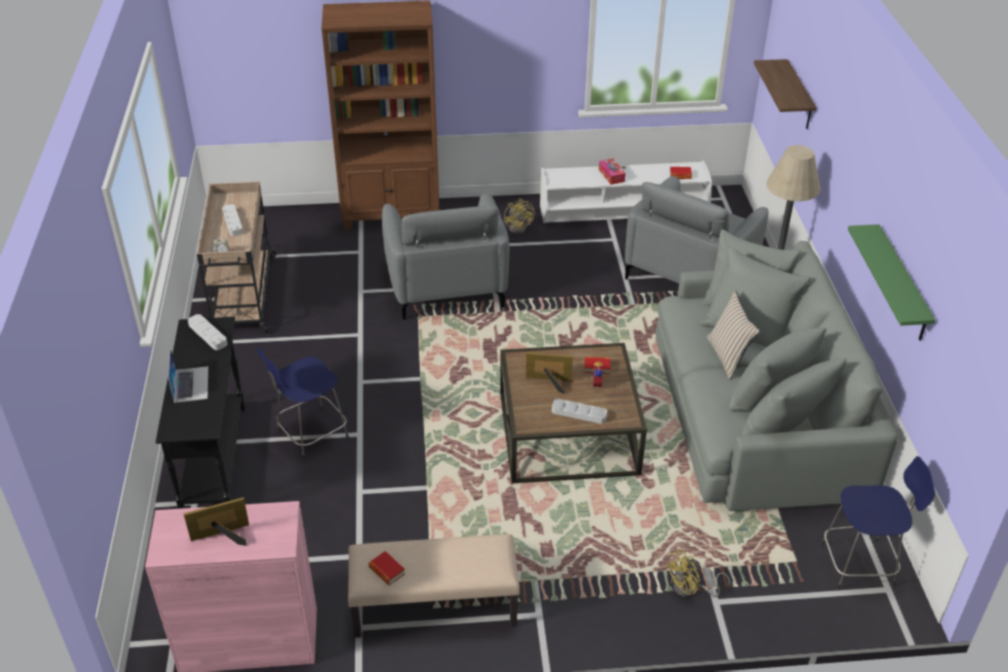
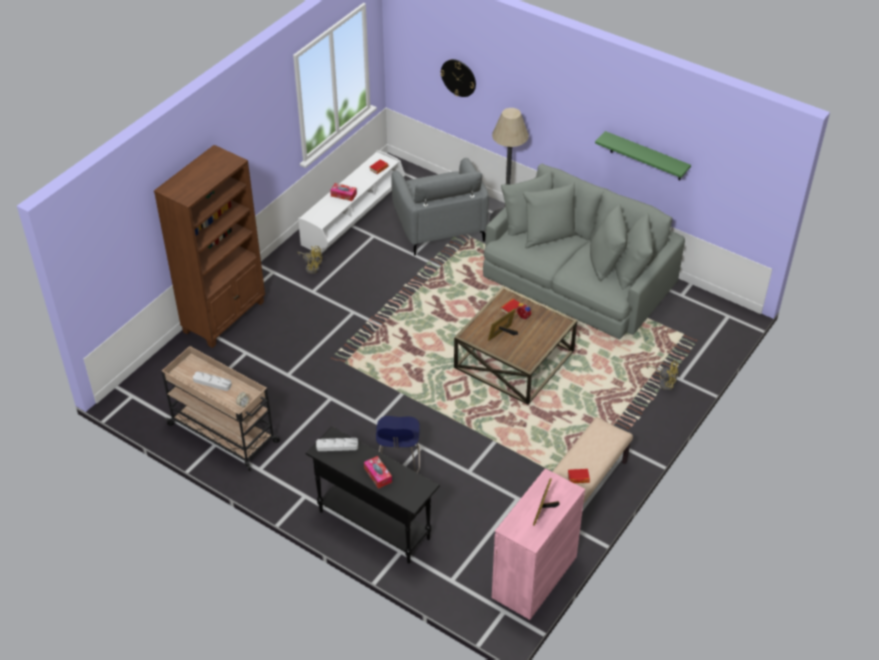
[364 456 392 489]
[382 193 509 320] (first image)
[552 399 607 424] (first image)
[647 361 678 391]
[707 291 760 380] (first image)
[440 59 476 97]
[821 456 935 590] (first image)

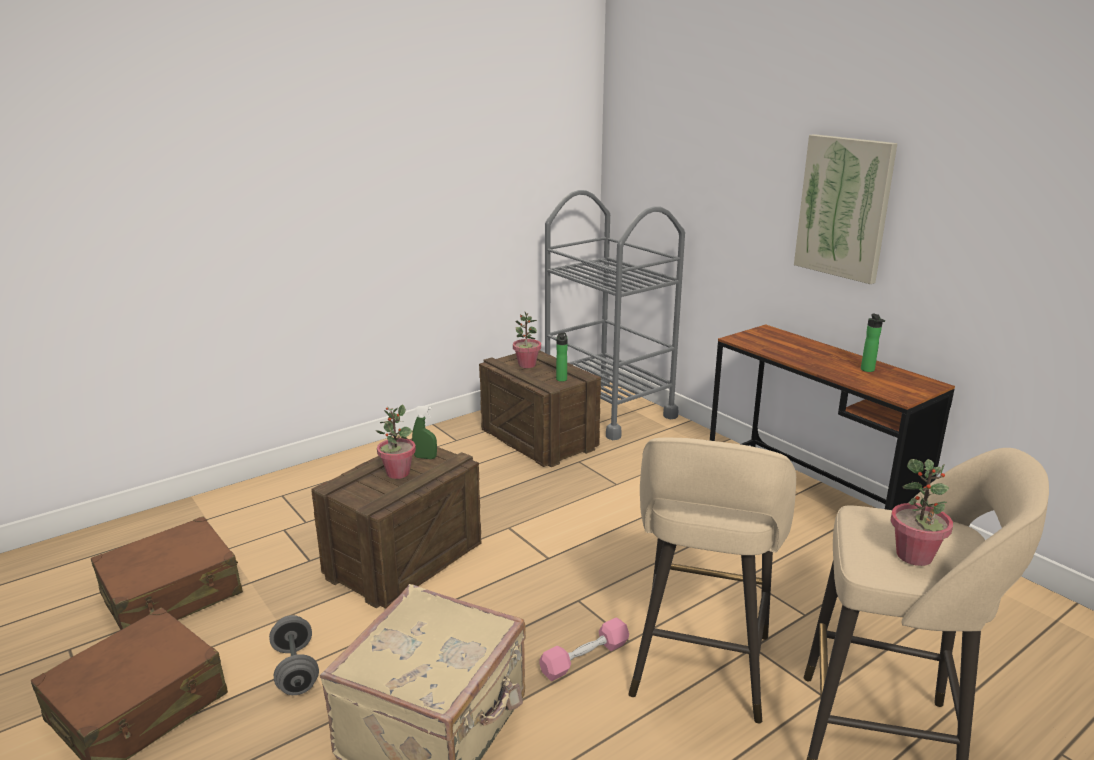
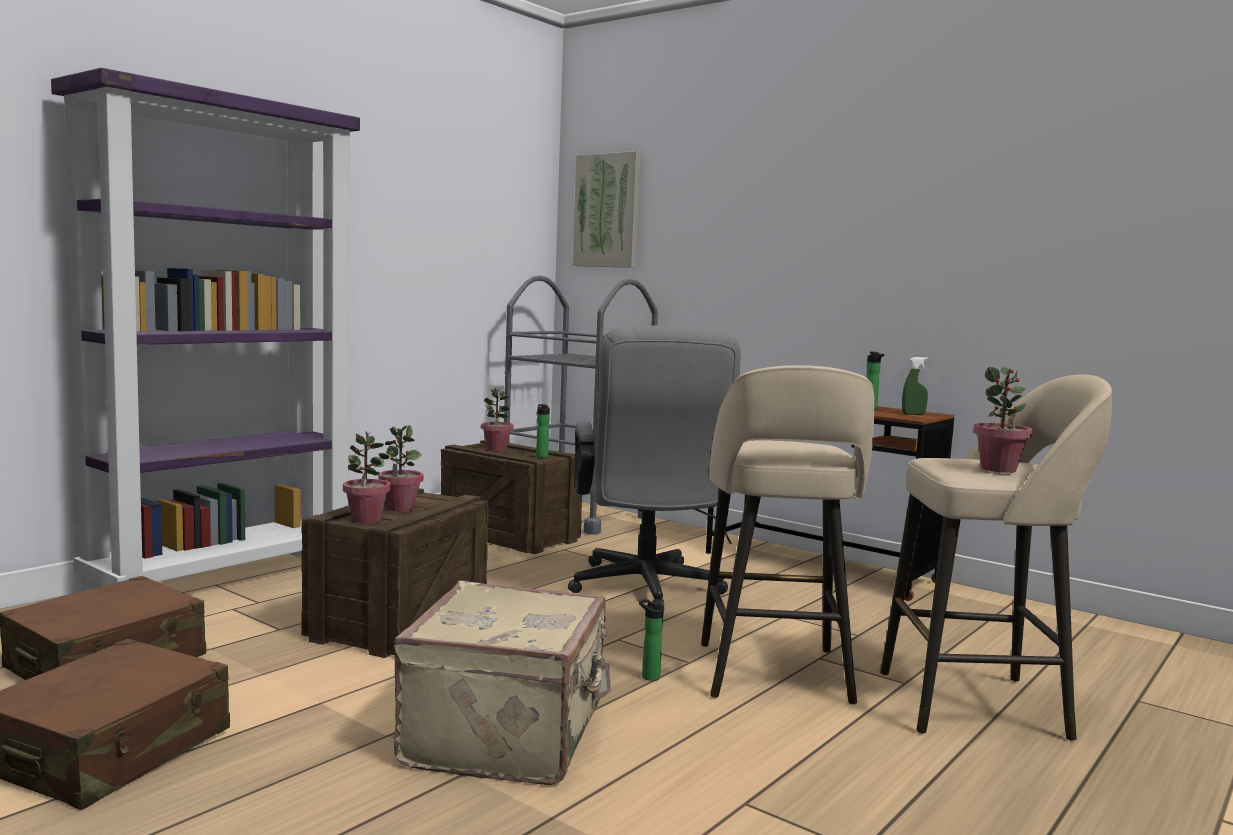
[269 615 319 695] (first image)
[902 357 928 415]
[639 599 664 681]
[573 151 641 268]
[51 68 360 591]
[343 431 391 523]
[568 326 740 608]

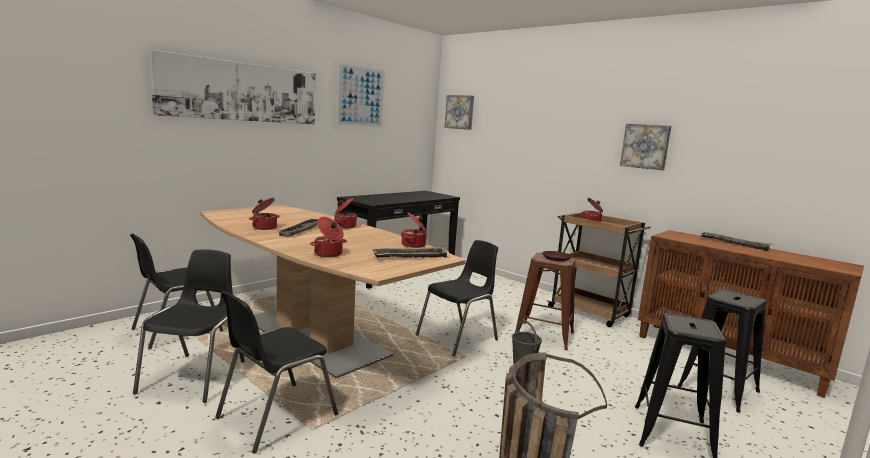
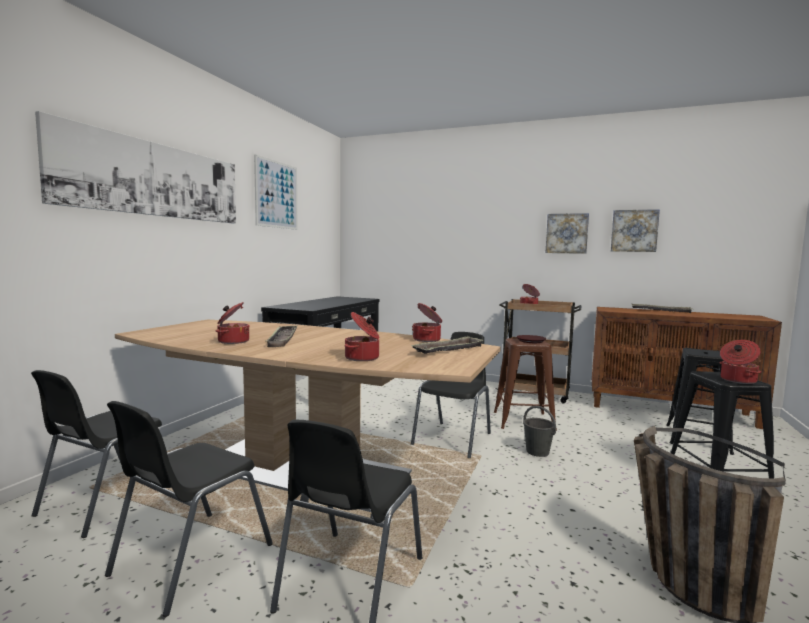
[105 401 273 617]
[720 340 761 384]
[611 209 660 252]

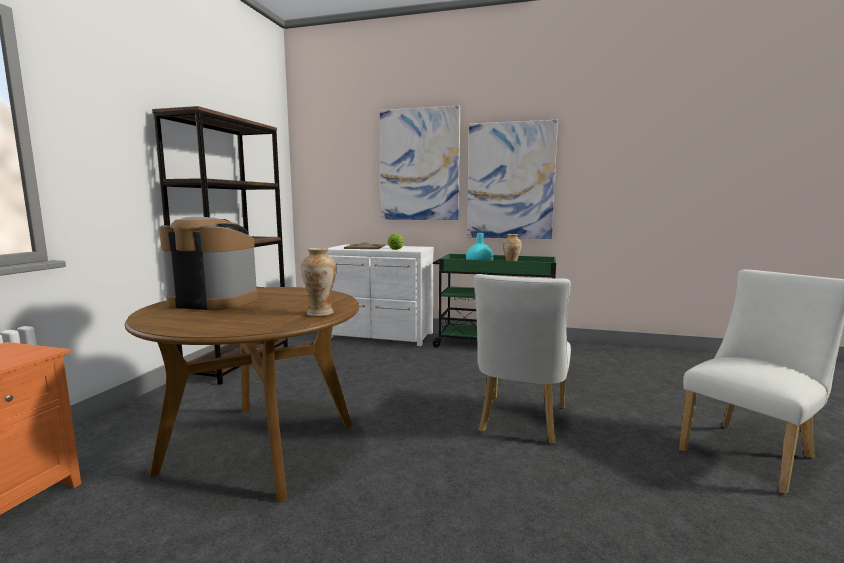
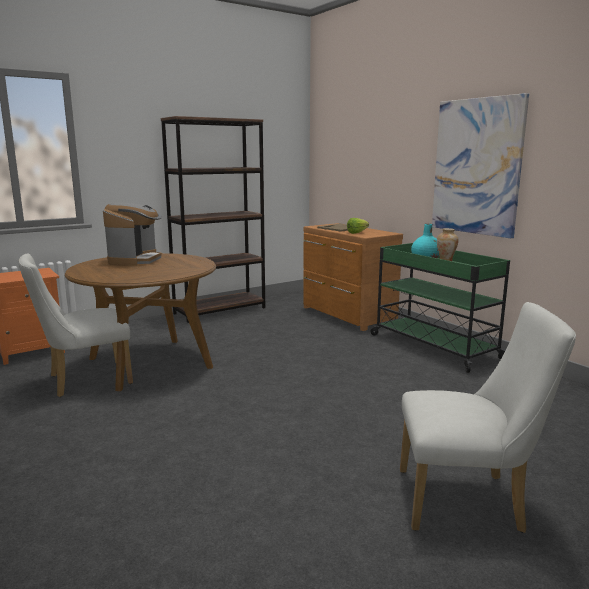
[103 203 162 266]
[301 248 337 316] (first image)
[303 223 403 331]
[380 106 460 220] (first image)
[19 253 133 397]

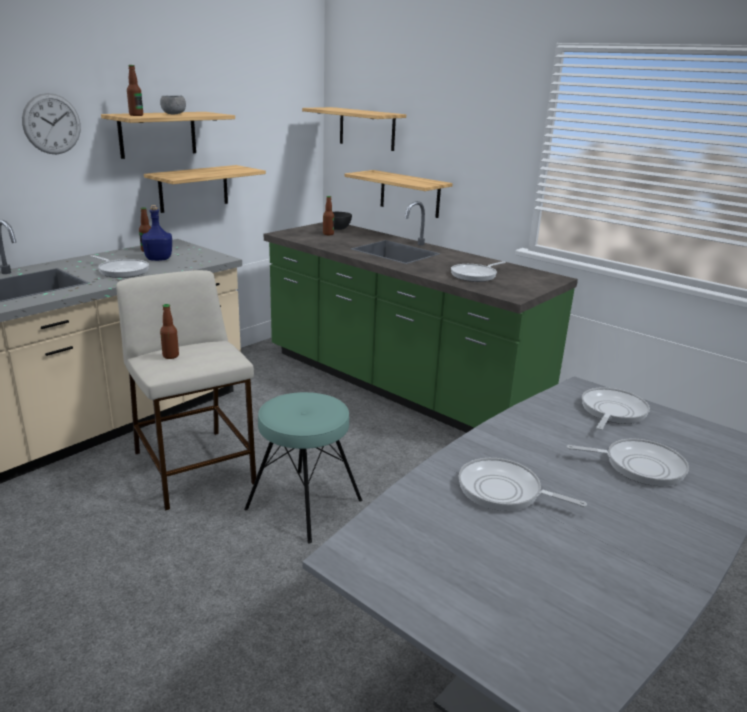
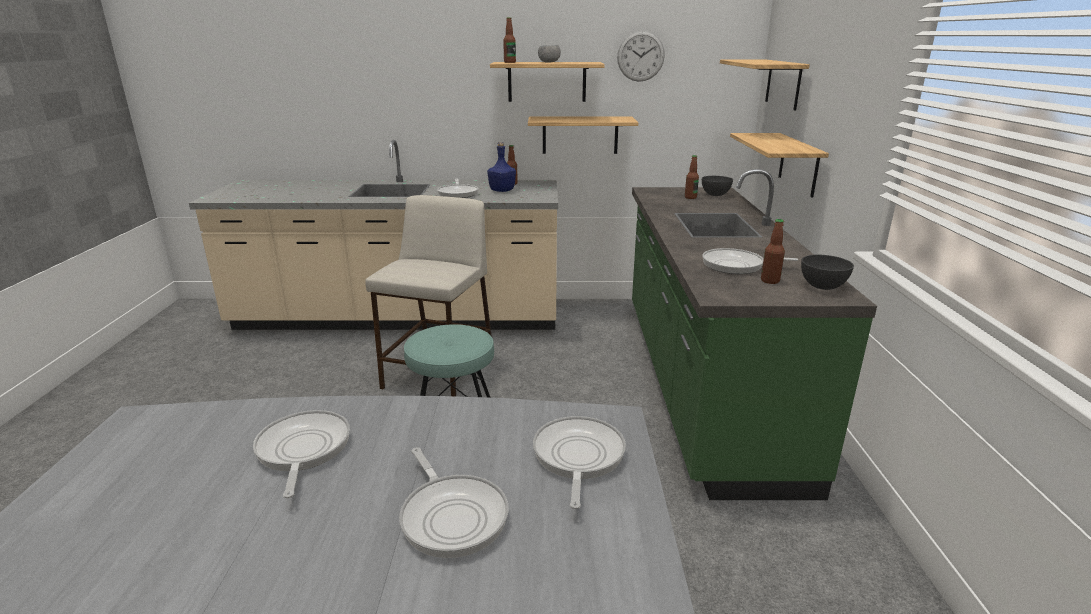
[617 31 665 82]
[761 219 785 284]
[533 416 626 509]
[801 255 854 290]

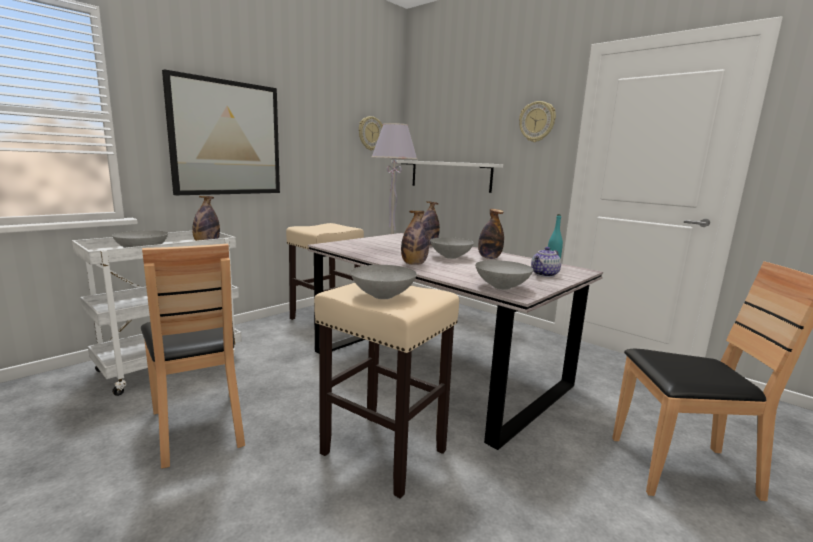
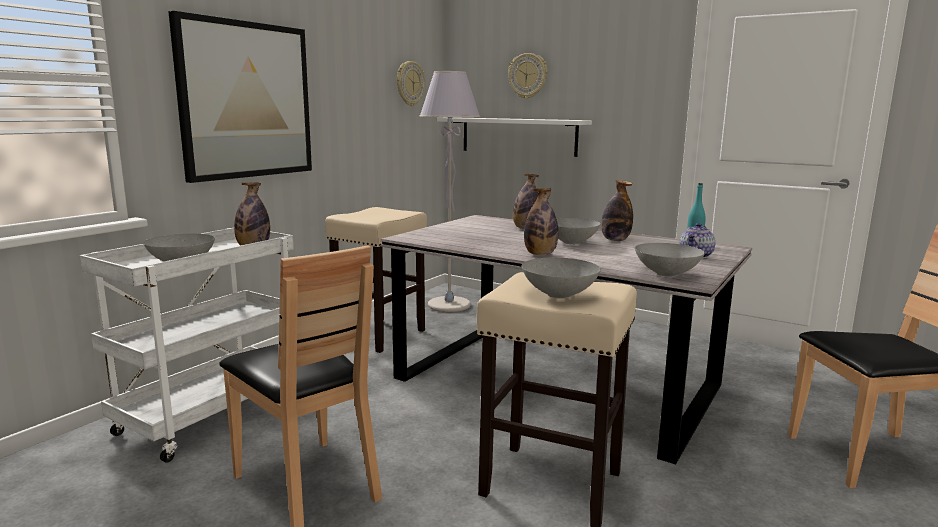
[508 53 548 99]

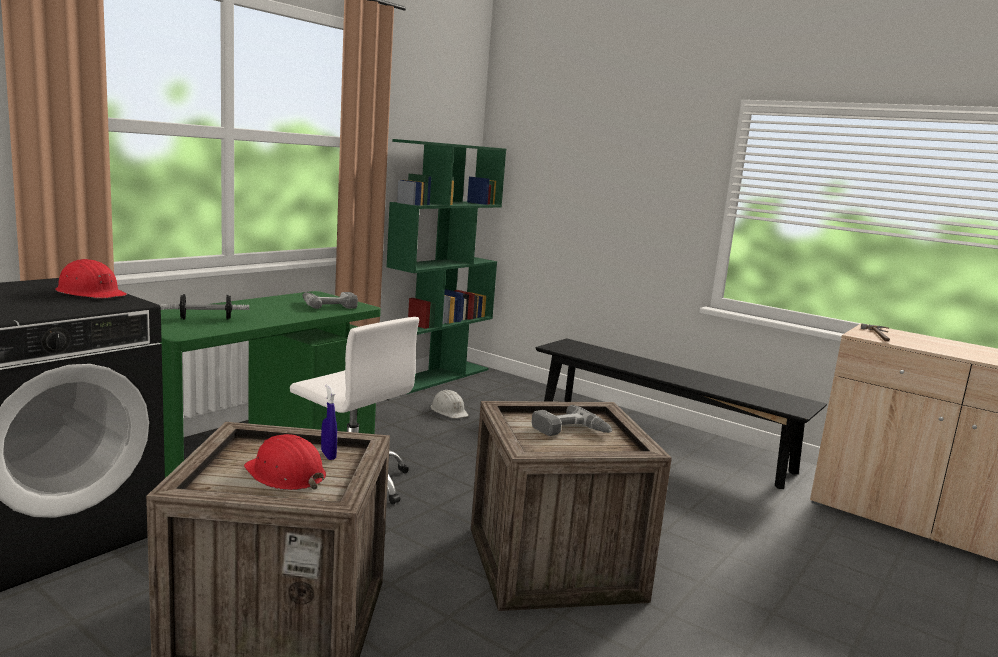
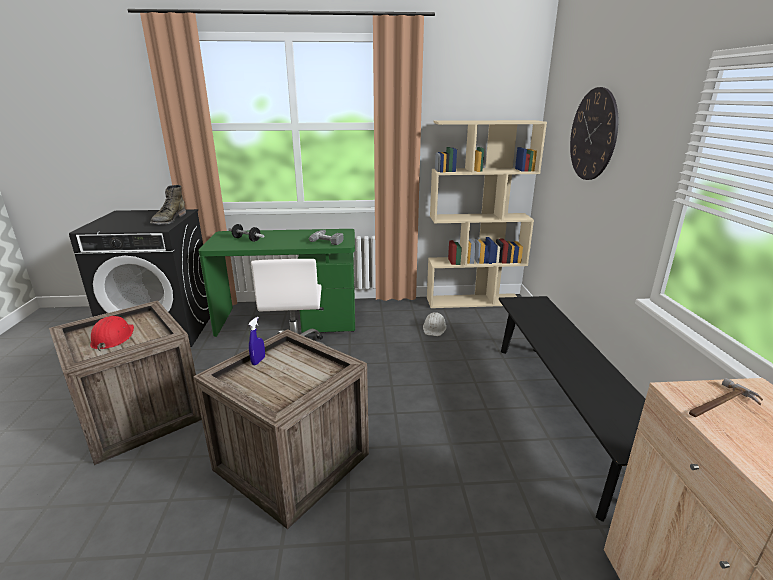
[150 185 186 225]
[248 317 265 365]
[427 120 547 308]
[531 405 612 436] (first image)
[570 87 618 180]

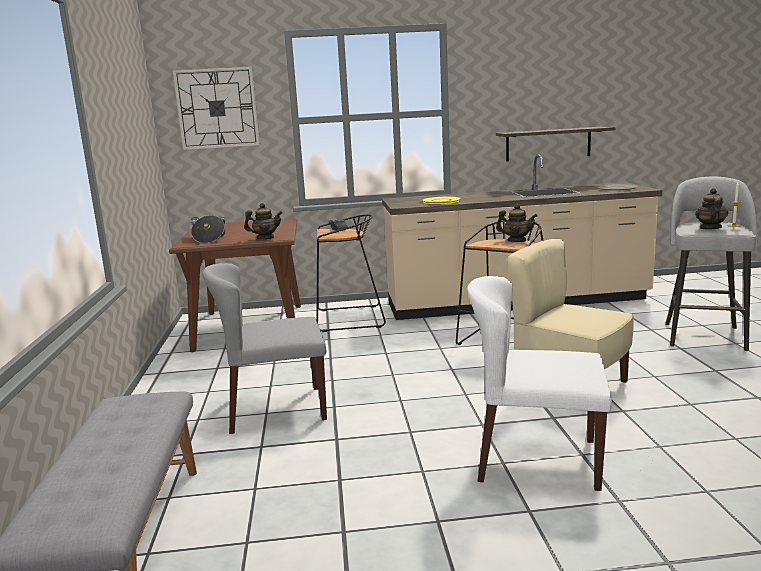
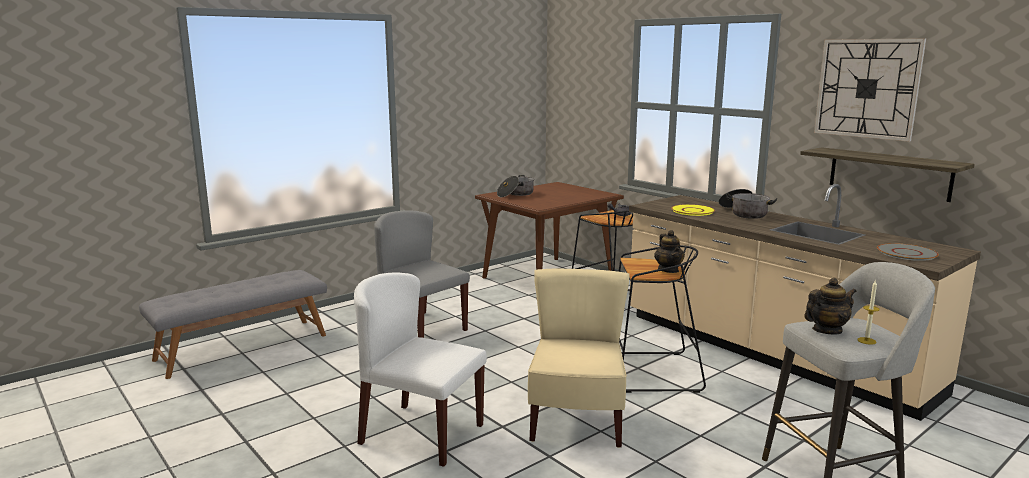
[814 38 926 142]
[244 203 282 239] (first image)
[354 272 487 467]
[718 189 777 219]

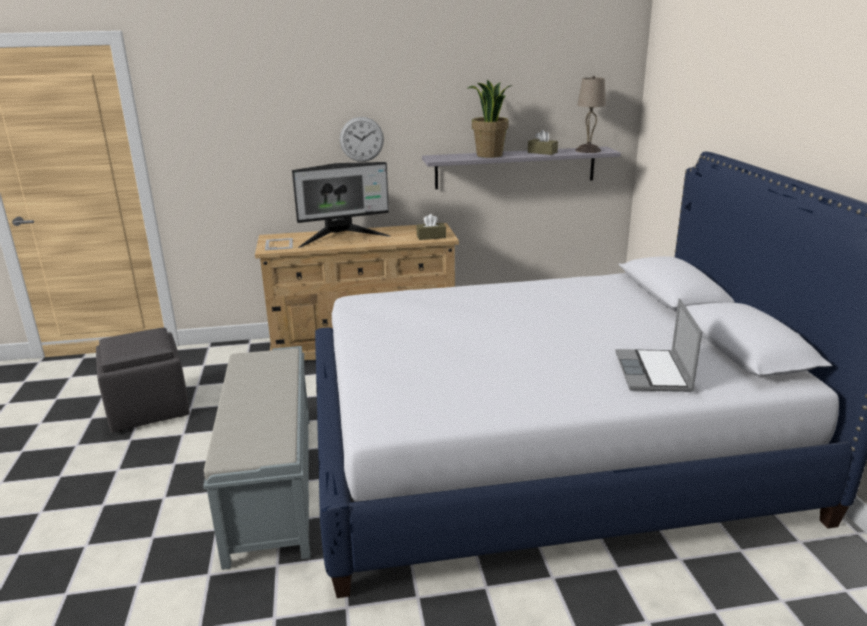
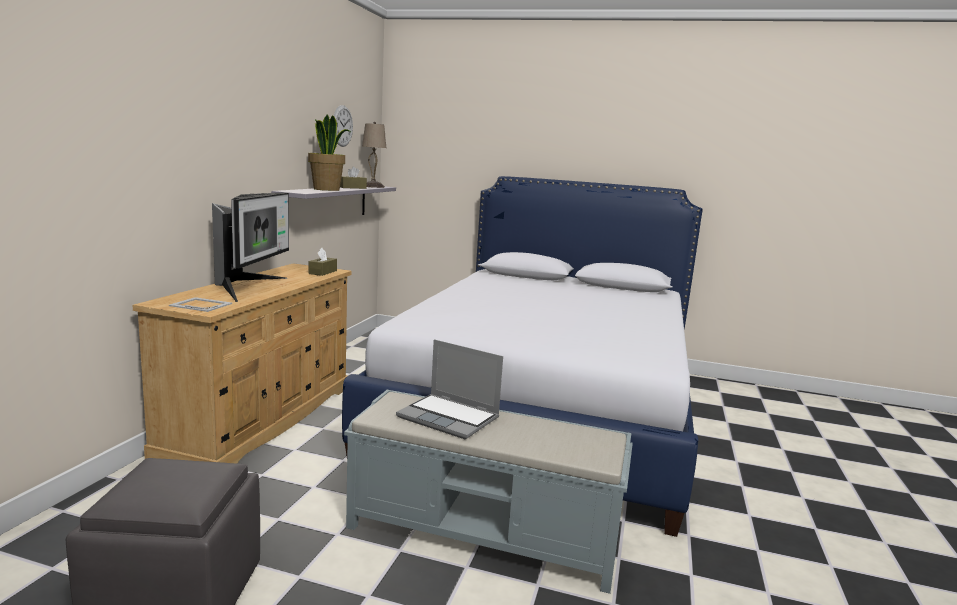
[334 105 353 147]
[396 339 503 439]

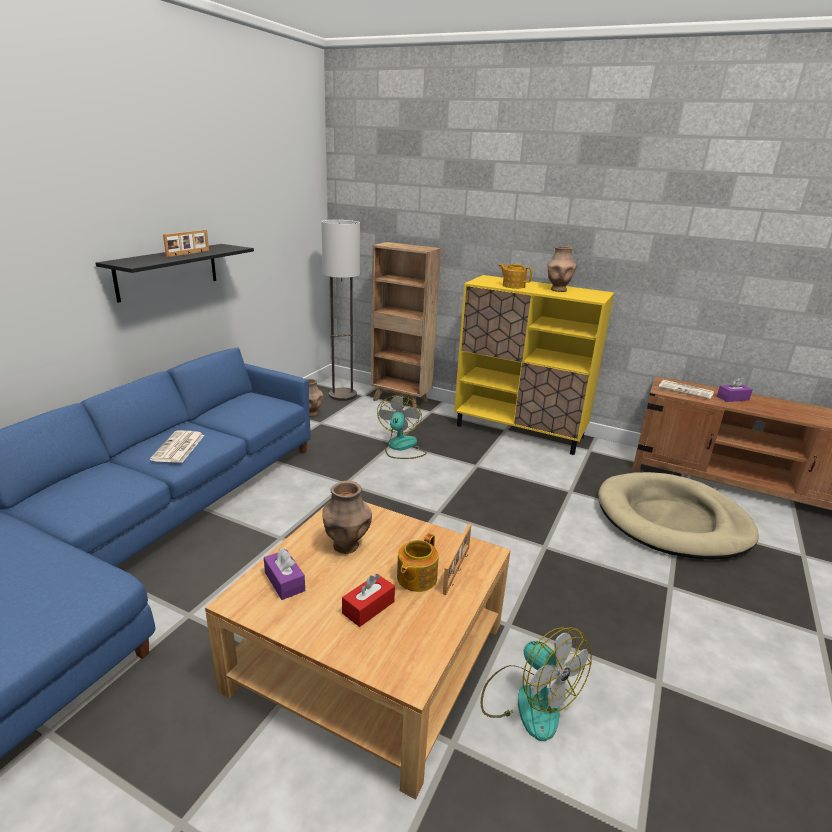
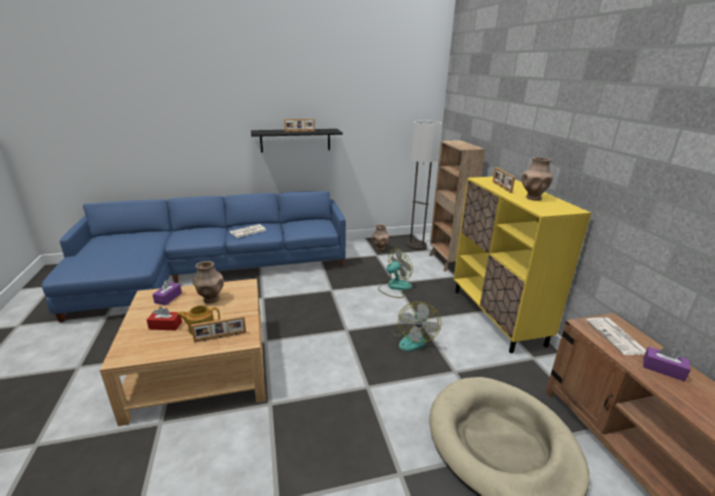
[391 302 441 351]
[493 167 515 193]

